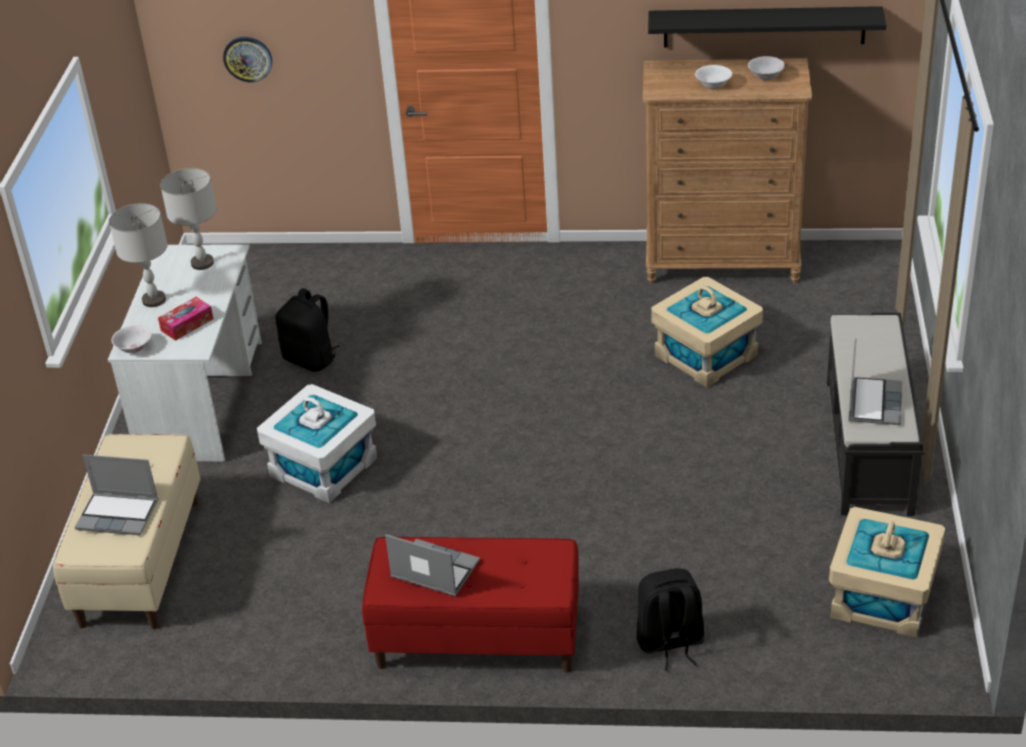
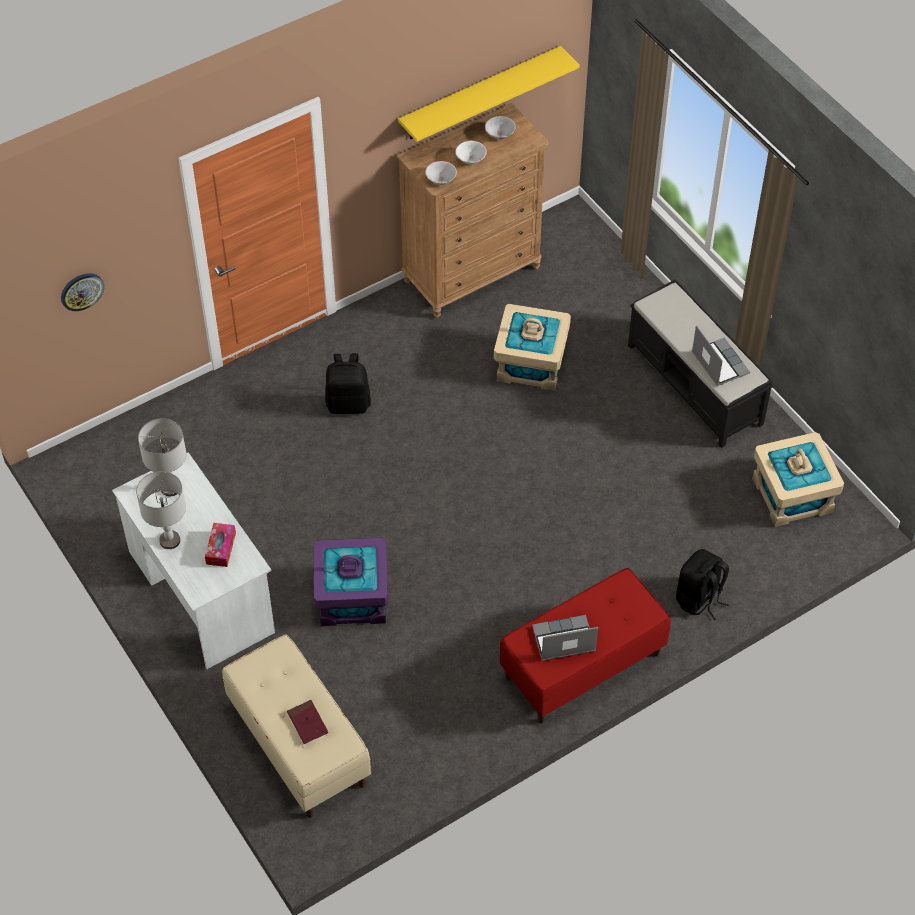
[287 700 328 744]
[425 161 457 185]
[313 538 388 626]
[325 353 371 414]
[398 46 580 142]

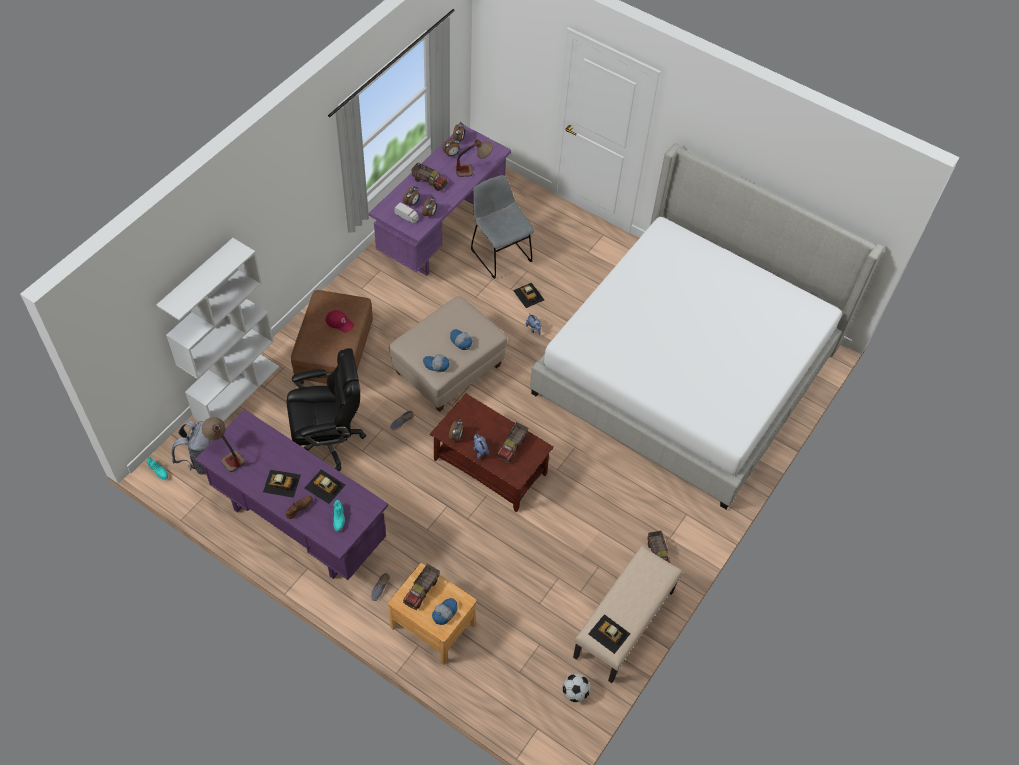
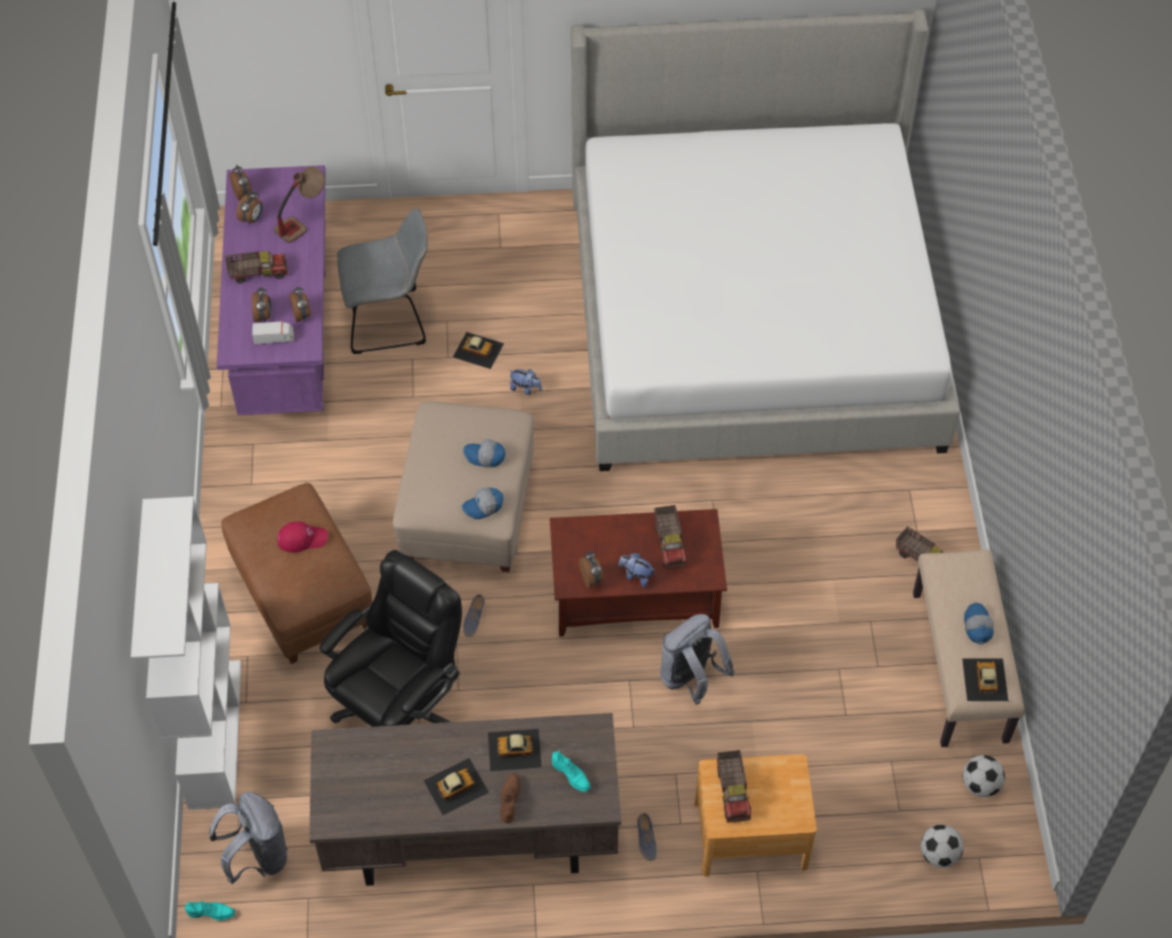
[309 713 621 886]
[202 417 245 472] (first image)
[964 602 994 644]
[337 208 428 354]
[962 658 1008 701]
[660 614 735 704]
[921 825 964 868]

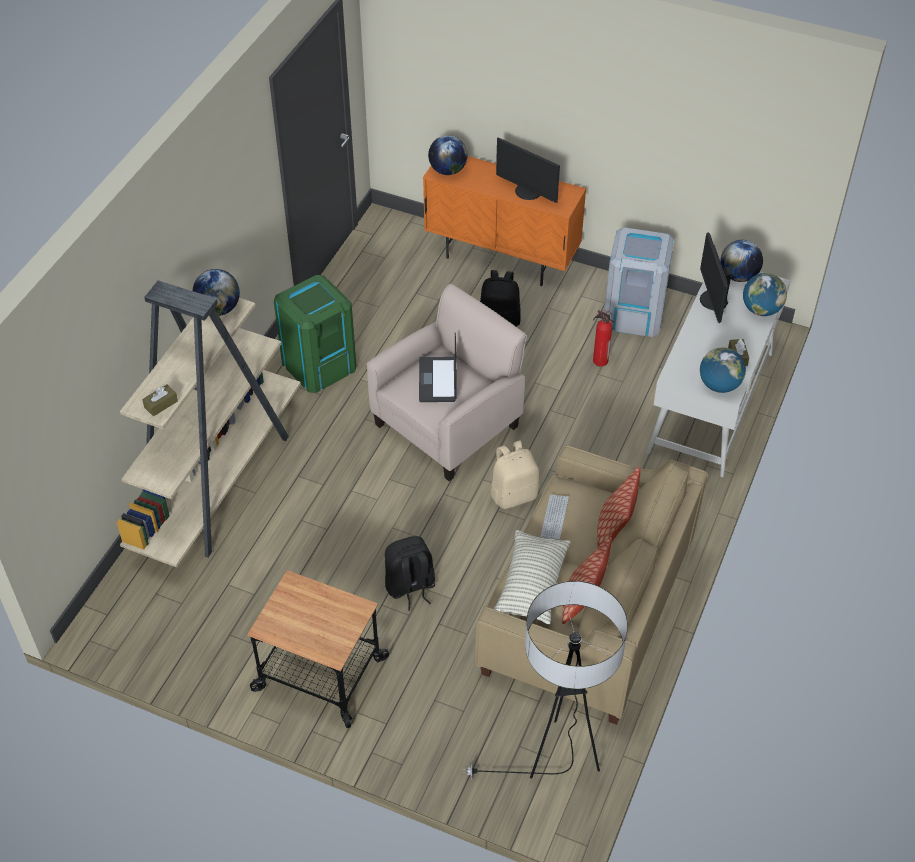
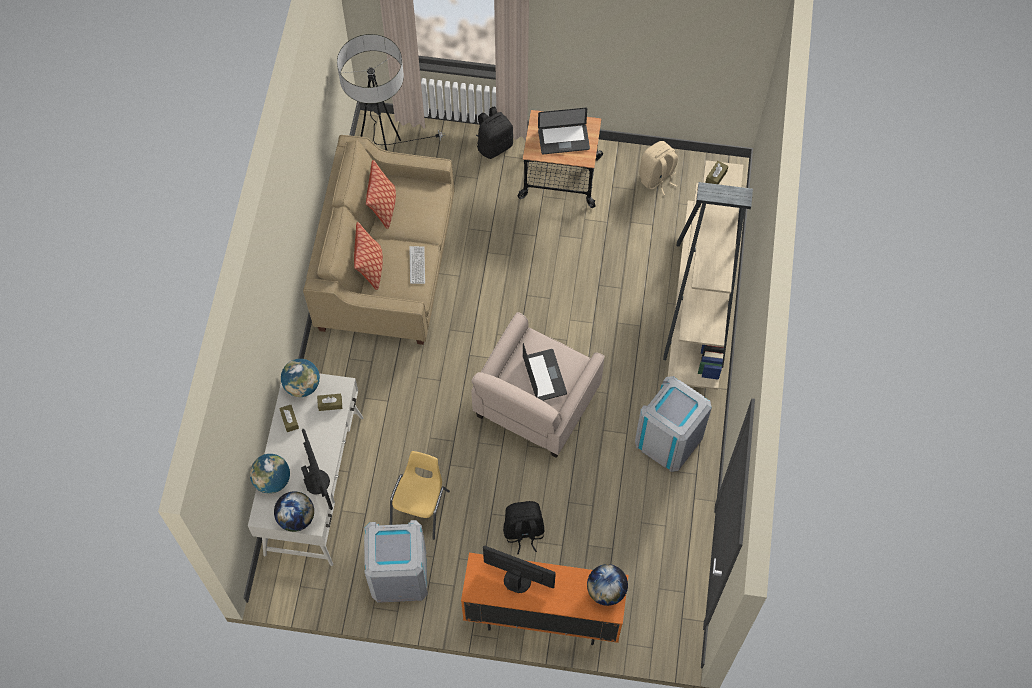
[192 269 240 316] (first image)
[635 376 712 472]
[476 107 513 159]
[639 141 678 195]
[493 530 571 624] (first image)
[390 451 450 540]
[317 394 342 411]
[538 108 590 154]

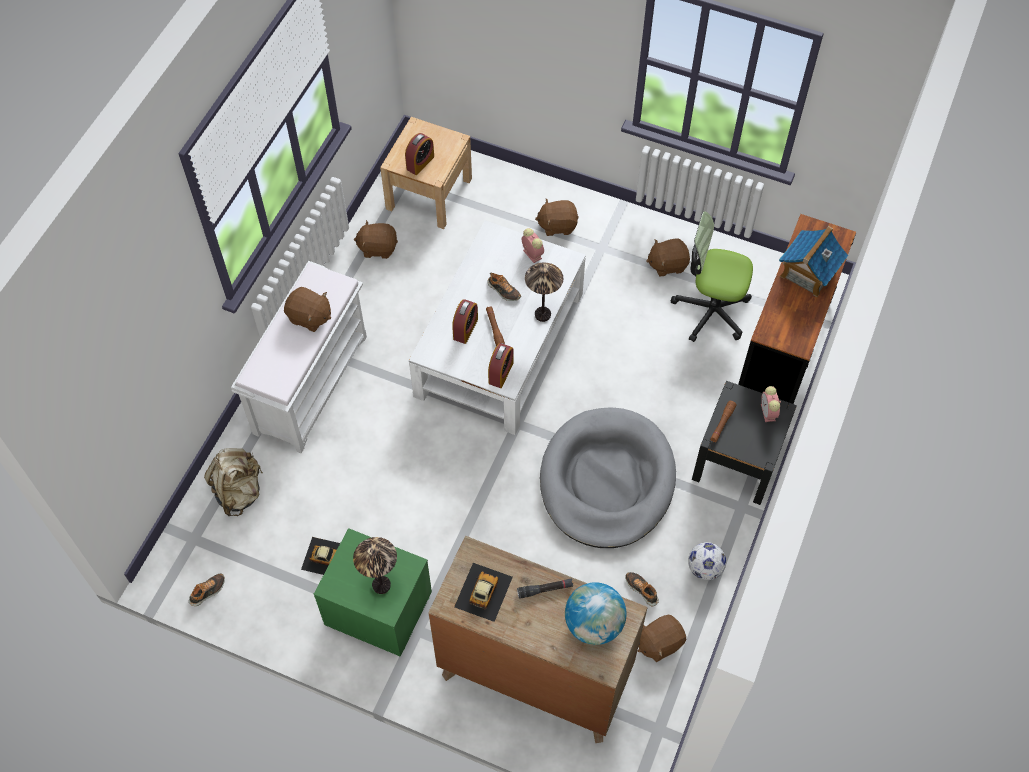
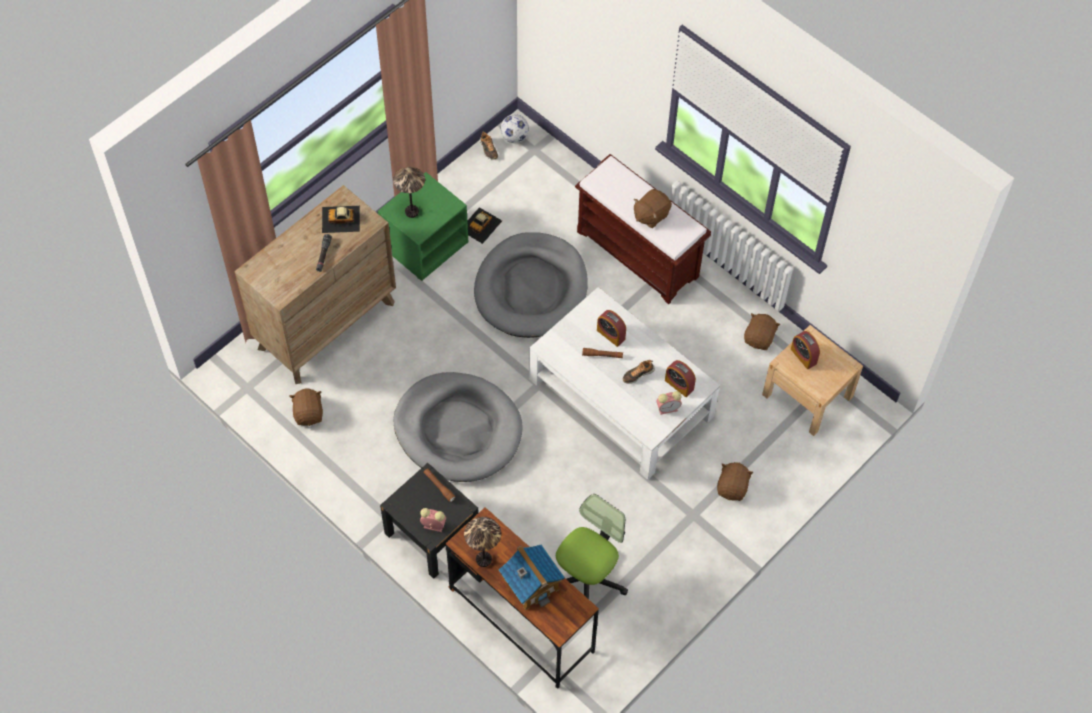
[204 448 263 516] (first image)
[575 154 711 304]
[322 206 360 233]
[665 360 696 397]
[464 517 501 567]
[565 582 626 645] (first image)
[625 572 659 606] (first image)
[646 238 690 277] (first image)
[500 114 529 143]
[474 232 588 338]

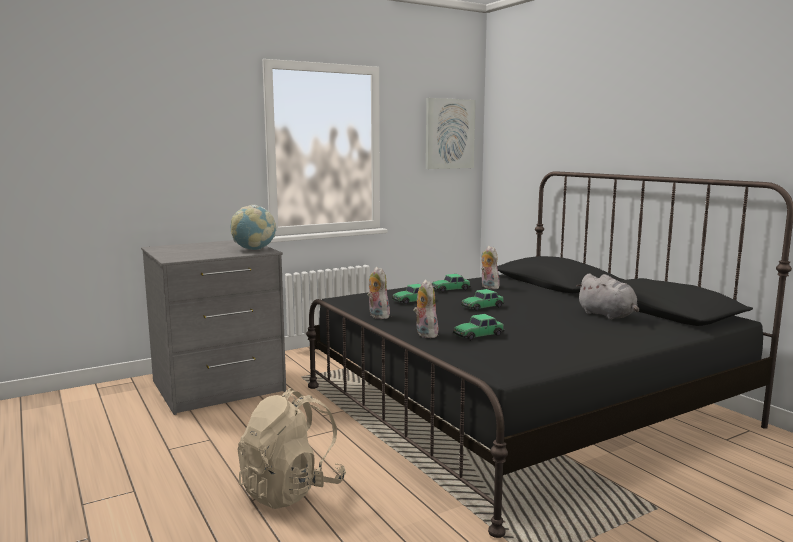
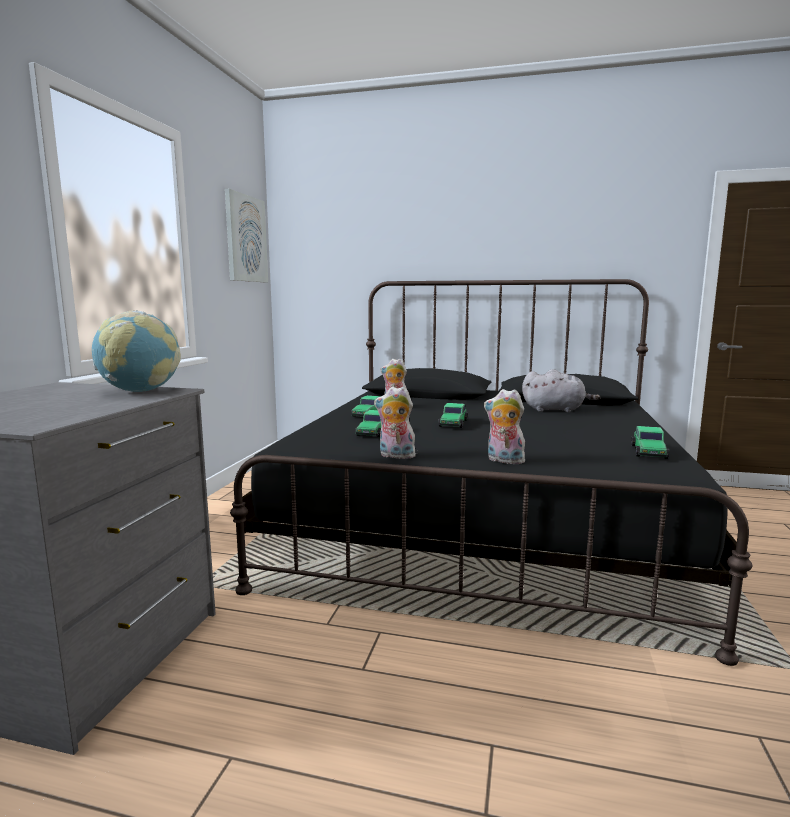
[238 388 346 509] (first image)
[631 426 670 459]

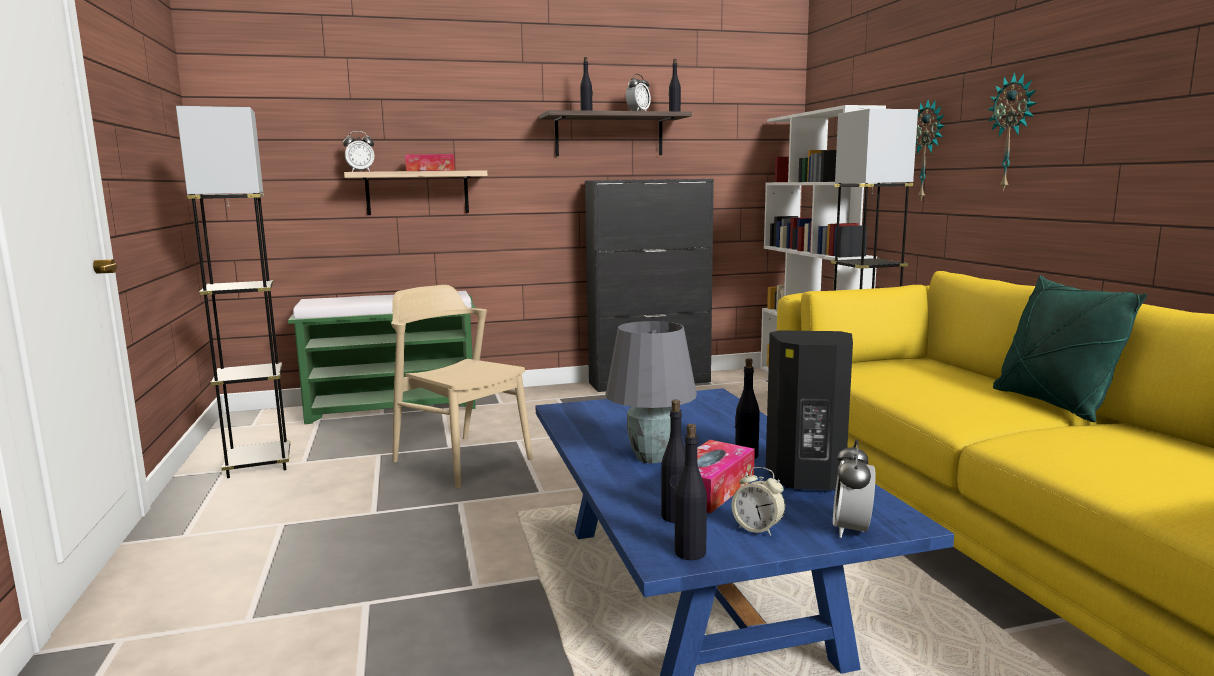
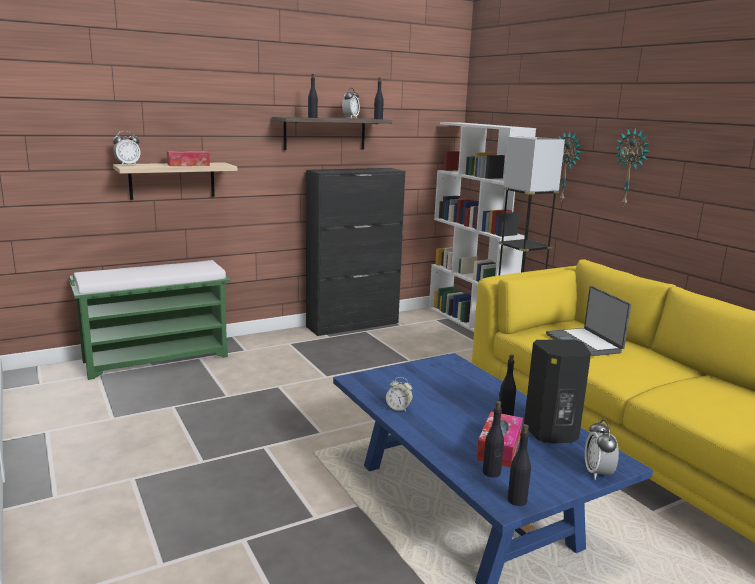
[176 106 291 478] (first image)
[391 285 532 488] (first image)
[605 321 697 463] (first image)
[386 377 413 412]
[993 276 1147 422] (first image)
[546 286 631 356]

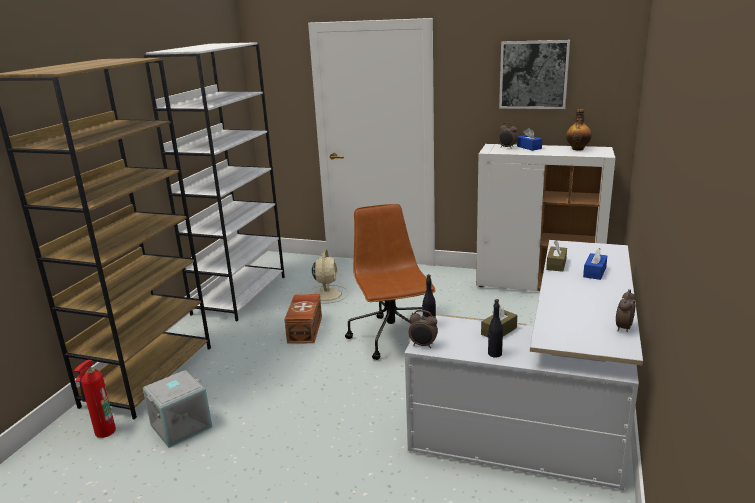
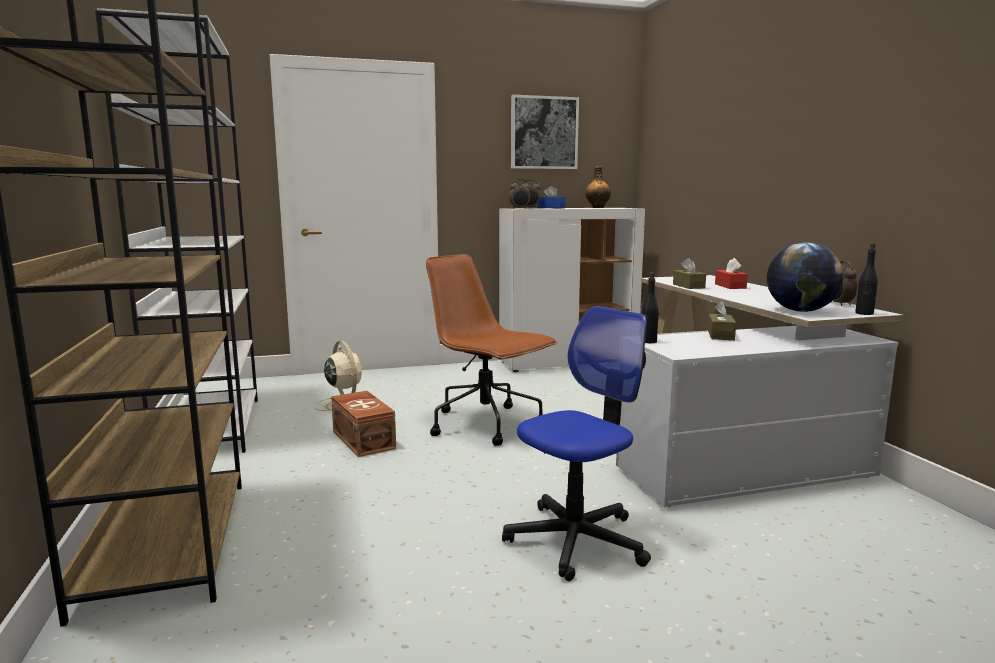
[74 360 116 438] (first image)
[142 370 212 448] (first image)
[509 179 530 209]
[855 243 878 315]
[715 258 748 289]
[502 306 651 581]
[767 242 843 312]

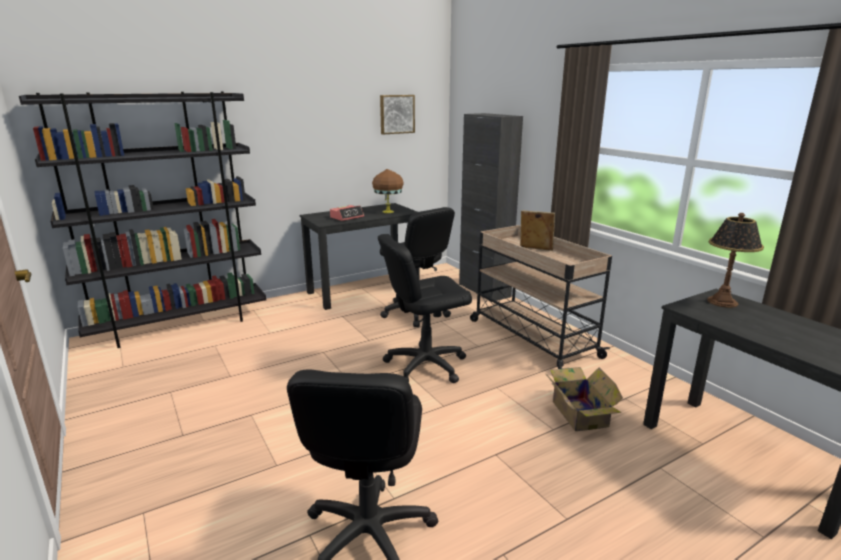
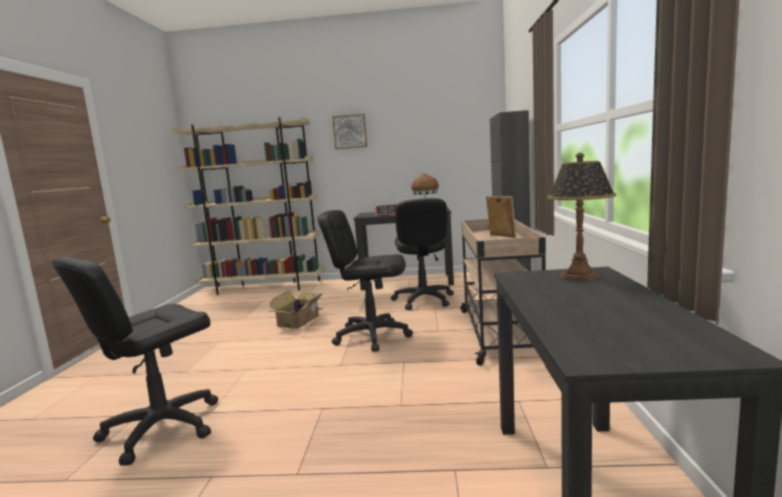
[172 117 325 295]
[332 114 367 149]
[268 291 323 328]

